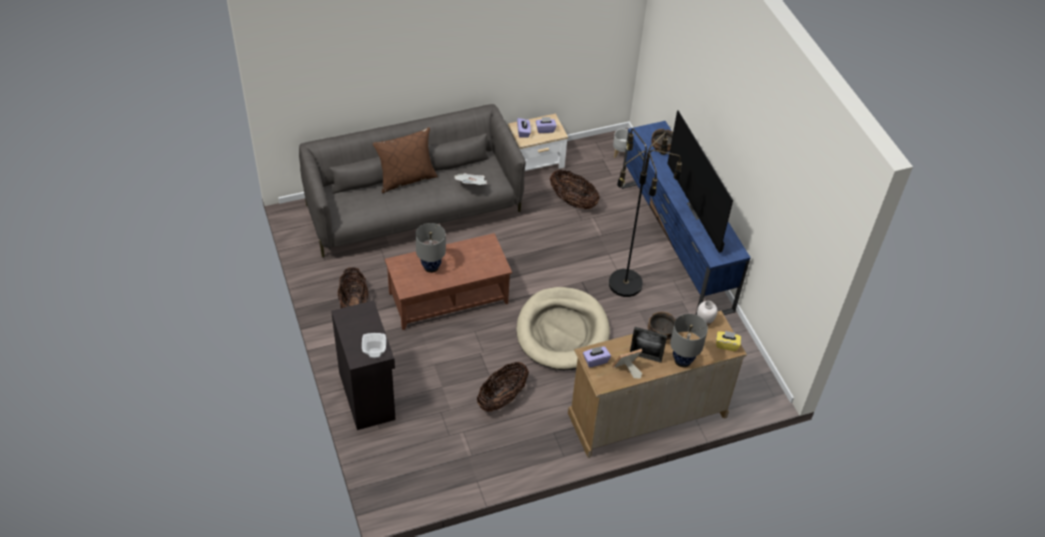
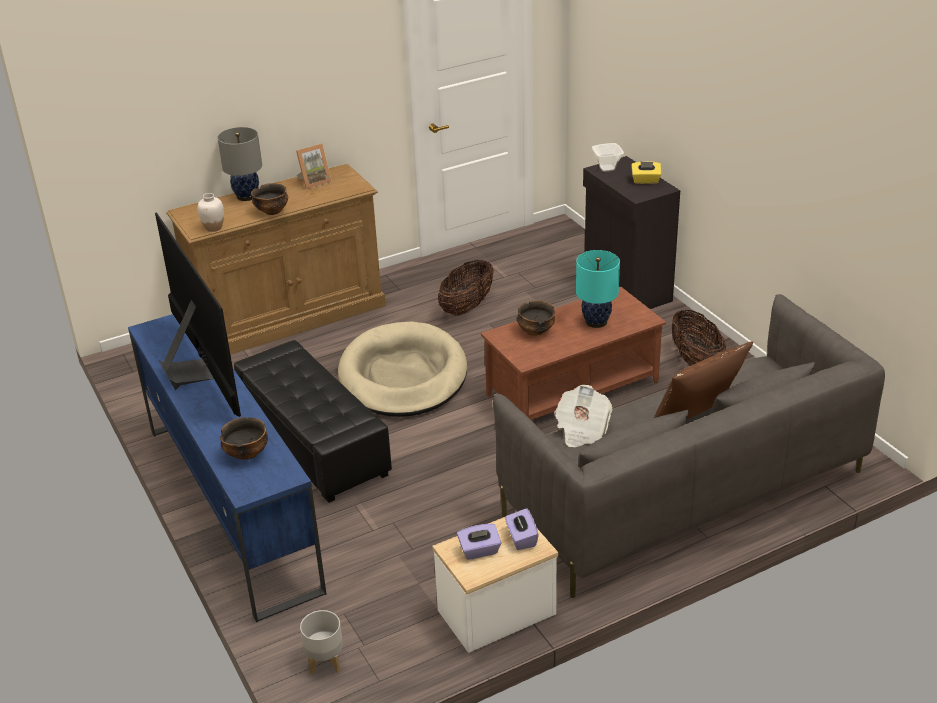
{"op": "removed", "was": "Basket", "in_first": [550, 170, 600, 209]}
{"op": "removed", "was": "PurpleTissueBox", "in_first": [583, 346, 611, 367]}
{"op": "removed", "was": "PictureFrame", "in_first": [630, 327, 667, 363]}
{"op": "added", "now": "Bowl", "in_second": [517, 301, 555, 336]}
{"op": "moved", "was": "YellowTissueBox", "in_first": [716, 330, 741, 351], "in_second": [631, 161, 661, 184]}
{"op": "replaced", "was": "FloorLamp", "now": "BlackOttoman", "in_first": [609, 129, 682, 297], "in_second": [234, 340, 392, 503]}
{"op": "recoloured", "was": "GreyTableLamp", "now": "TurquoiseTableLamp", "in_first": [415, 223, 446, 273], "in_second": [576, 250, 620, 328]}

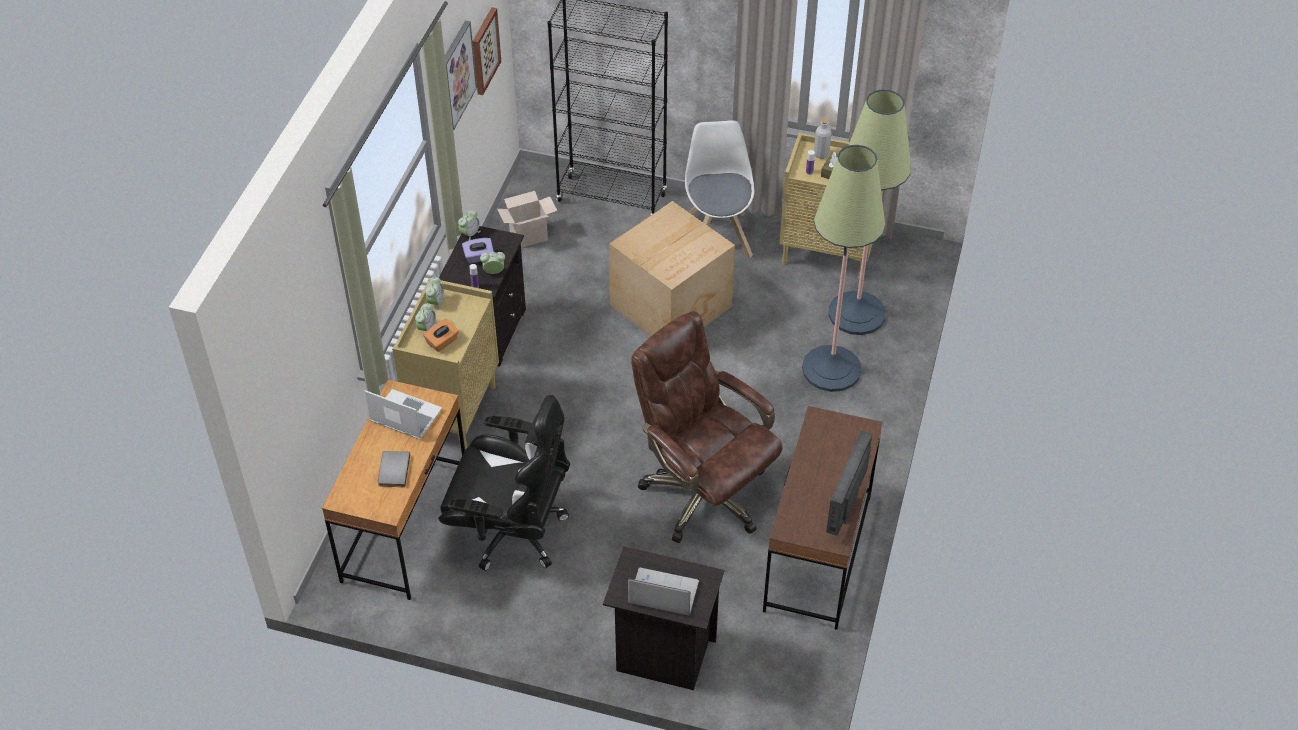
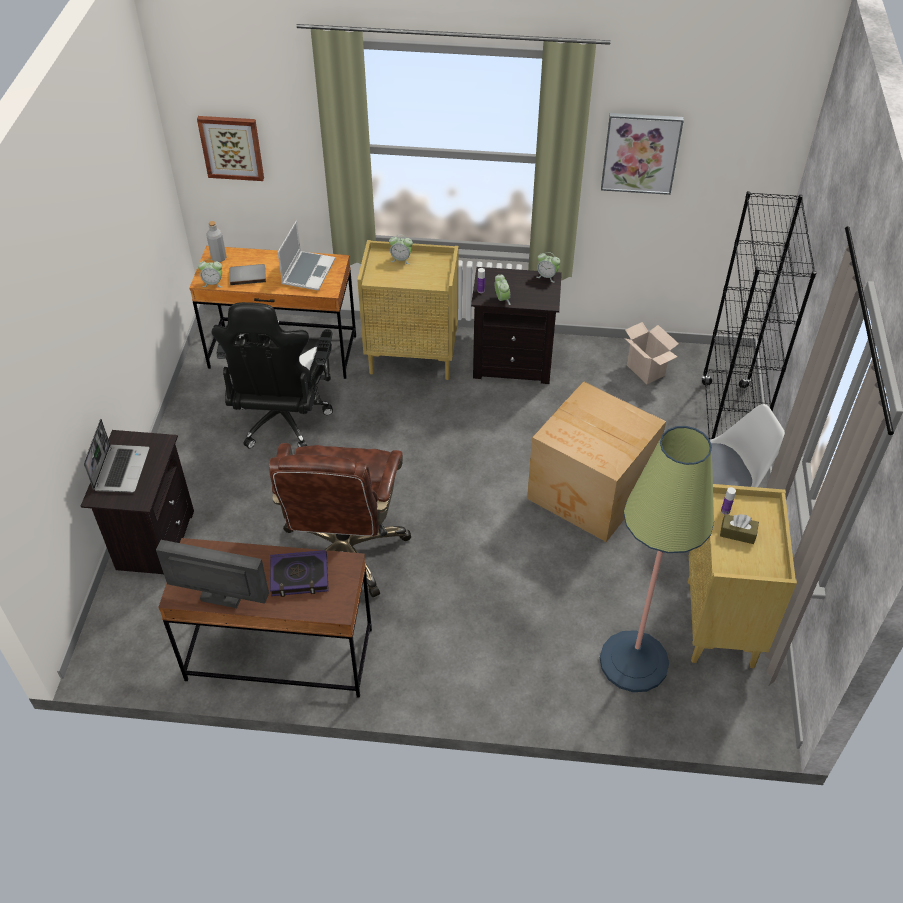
{"op": "removed", "was": "OrangeTissueBox", "in_first": [423, 319, 459, 352]}
{"op": "removed", "was": "PurpleTissueBox", "in_first": [462, 238, 494, 263]}
{"op": "removed", "was": "FloorLamp", "in_first": [802, 145, 885, 392]}
{"op": "added", "now": "Book", "in_second": [270, 550, 329, 597]}
{"op": "moved", "was": "AlarmClock", "in_first": [426, 276, 445, 311], "in_second": [198, 259, 222, 288]}
{"op": "moved", "was": "Picture", "in_first": [473, 7, 501, 95], "in_second": [197, 116, 264, 181]}
{"op": "moved", "was": "GreyBottle", "in_first": [814, 119, 832, 159], "in_second": [206, 221, 226, 262]}
{"op": "turned", "was": "BrownOfficeChair", "in_first": [631, 311, 783, 543], "in_second": [269, 443, 411, 597], "clockwise": 150}

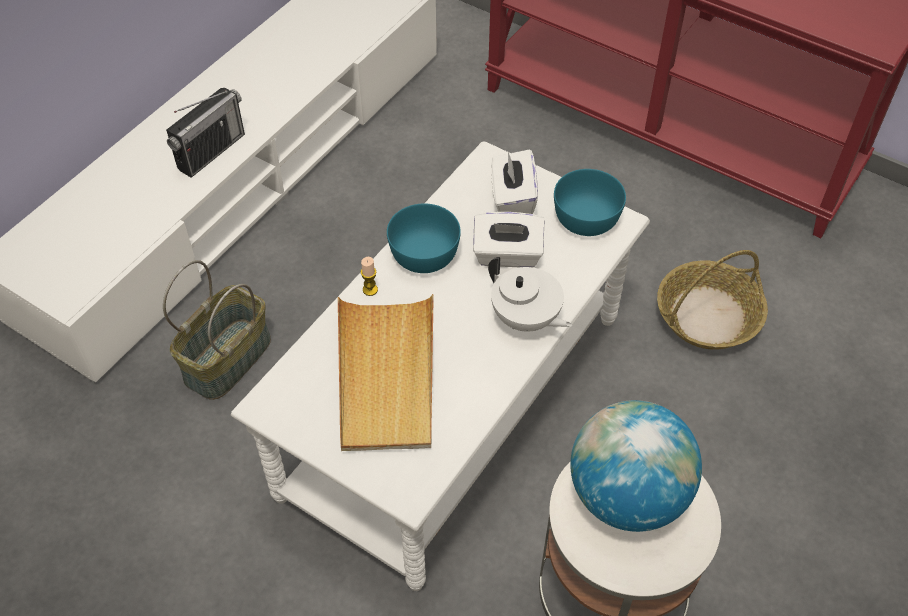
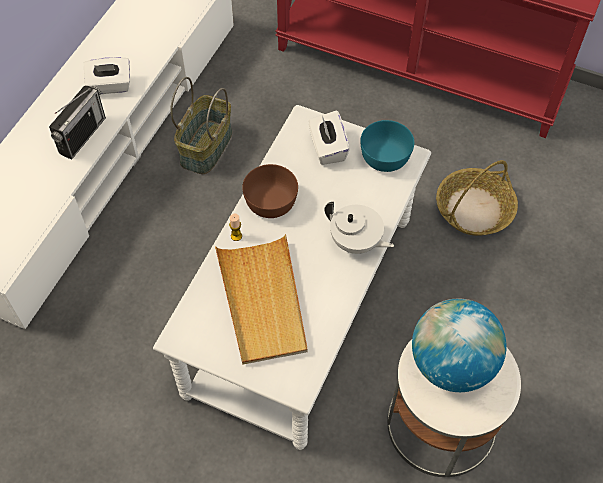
{"op": "moved", "was": "Basket", "in_first": [163, 260, 271, 400], "in_second": [170, 77, 232, 174]}
{"op": "moved", "was": "WhiteTissueBox", "in_first": [473, 212, 544, 267], "in_second": [84, 57, 130, 94]}
{"op": "recoloured", "was": "TurquoiseBowl", "now": "BrownBowl", "in_first": [387, 204, 461, 273], "in_second": [242, 164, 298, 218]}

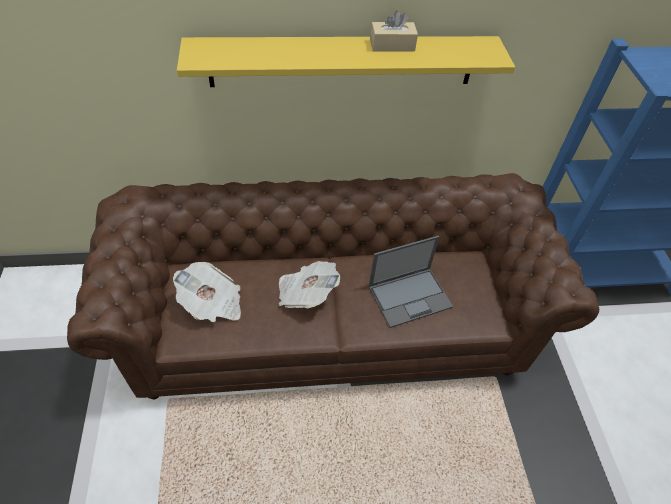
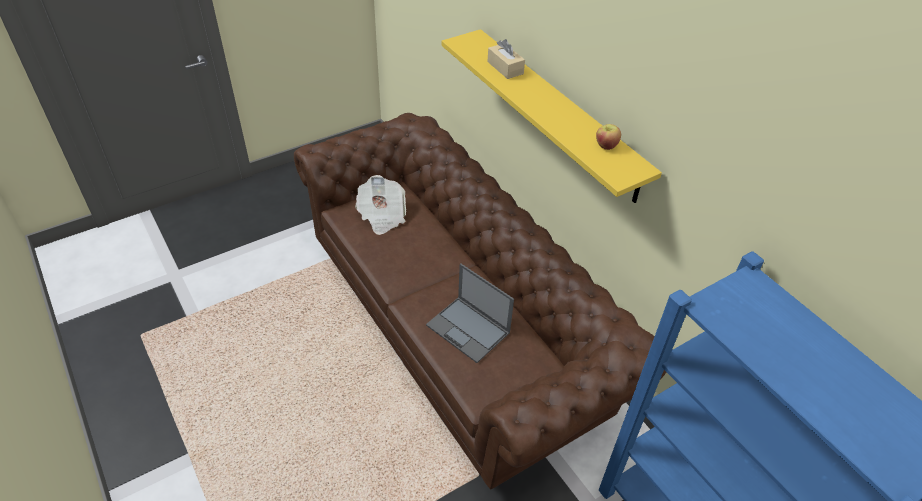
{"op": "removed", "was": "Newspaper", "in_first": [278, 261, 340, 308]}
{"op": "added", "now": "Apple", "in_second": [596, 124, 621, 150]}
{"op": "moved", "was": "BeigeTissueBox", "in_first": [370, 11, 418, 52], "in_second": [487, 39, 525, 79]}

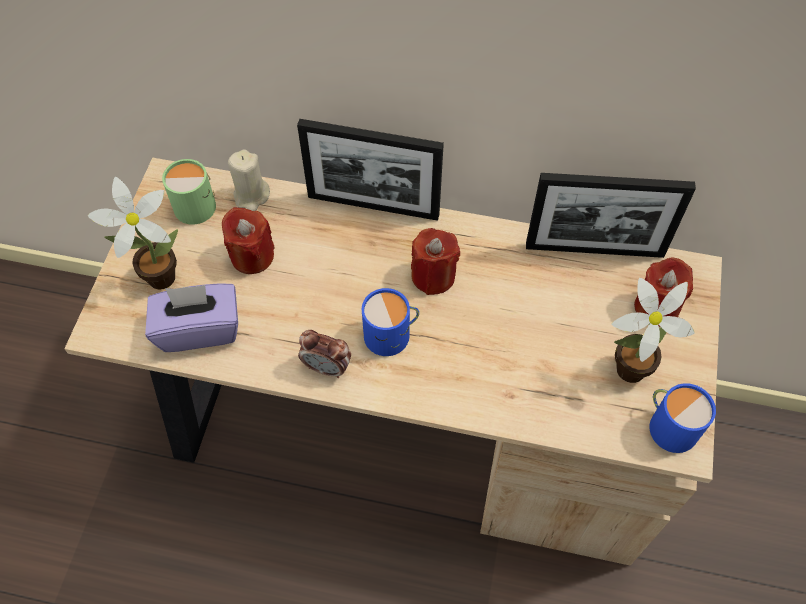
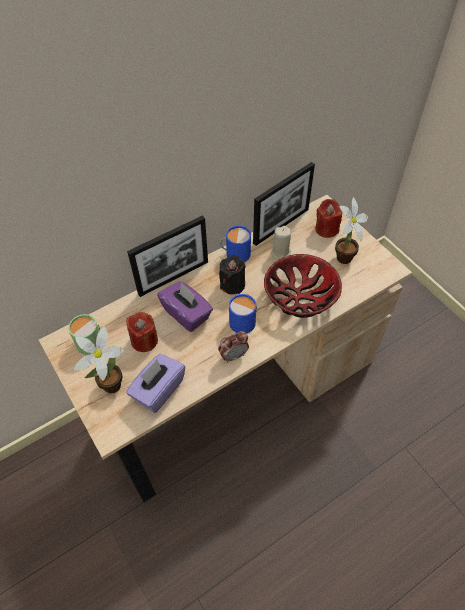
{"op": "added", "now": "PurpleTissueBox", "in_second": [157, 281, 213, 332]}
{"op": "added", "now": "Bowl", "in_second": [264, 254, 342, 318]}
{"op": "moved", "was": "BeigeCandle", "in_first": [228, 149, 270, 211], "in_second": [271, 226, 291, 260]}
{"op": "moved", "was": "BlueMug", "in_first": [650, 383, 716, 453], "in_second": [220, 225, 251, 262]}
{"op": "recoloured", "was": "RedCandle", "now": "BlackCandle", "in_first": [411, 228, 460, 295], "in_second": [219, 255, 245, 294]}

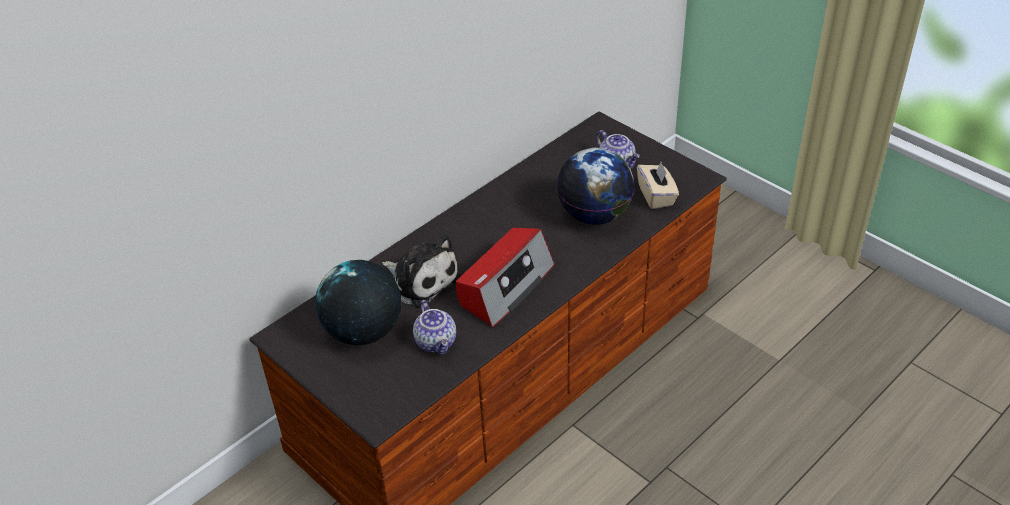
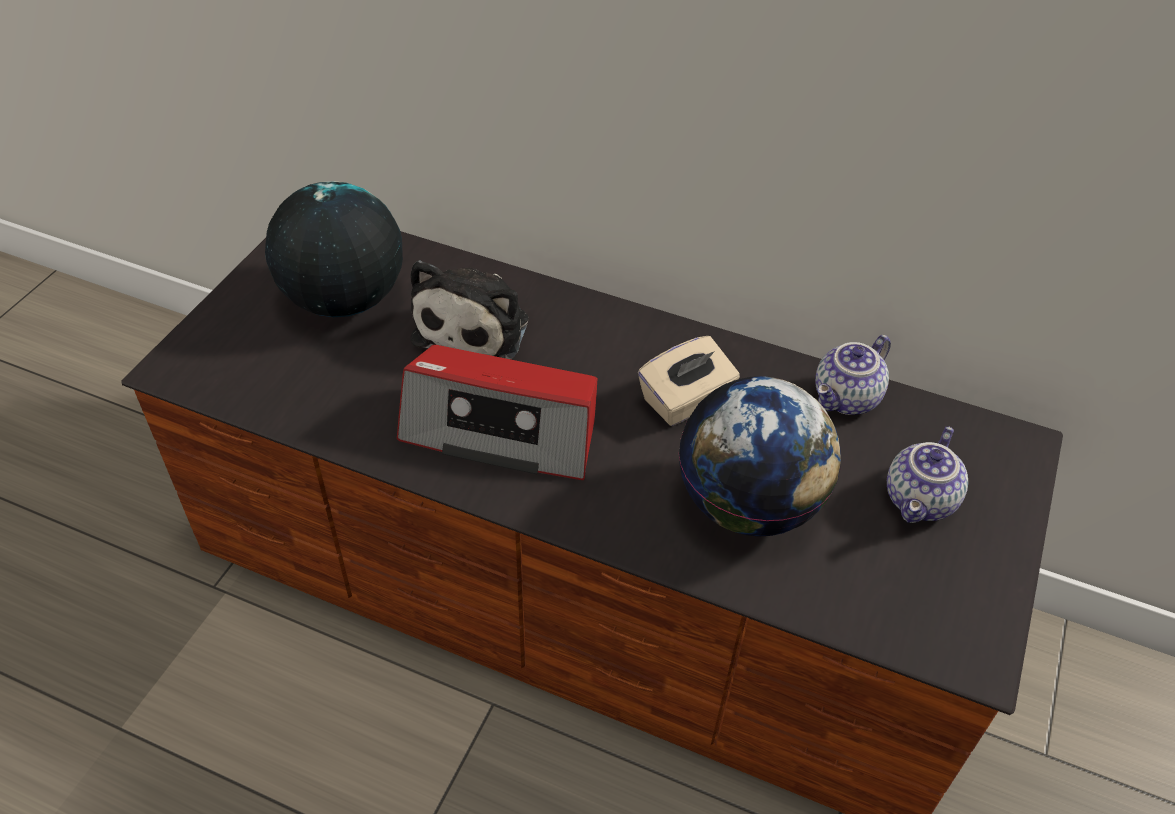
{"op": "moved", "was": "Teapot", "in_first": [413, 300, 456, 354], "in_second": [815, 335, 891, 415]}
{"op": "moved", "was": "BeigeTissueBox", "in_first": [637, 162, 679, 209], "in_second": [638, 336, 740, 426]}

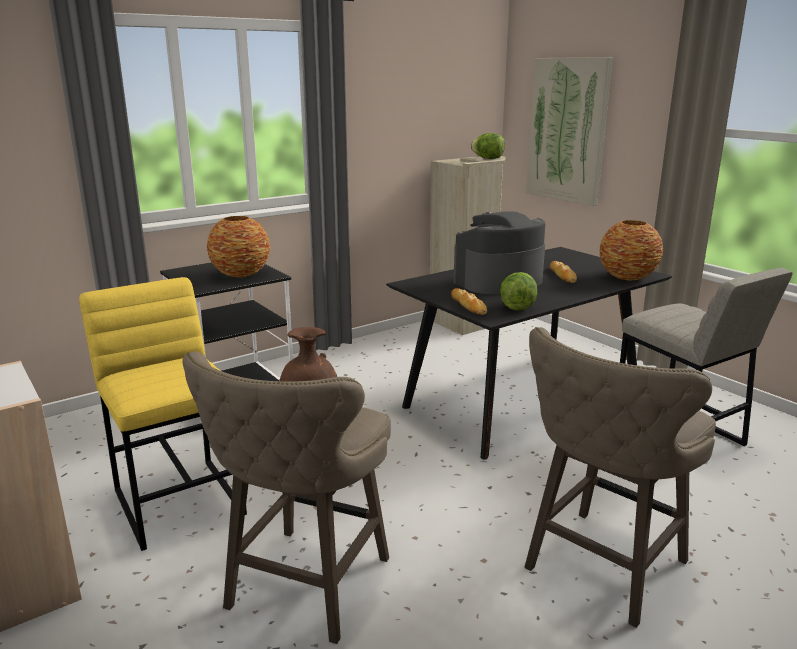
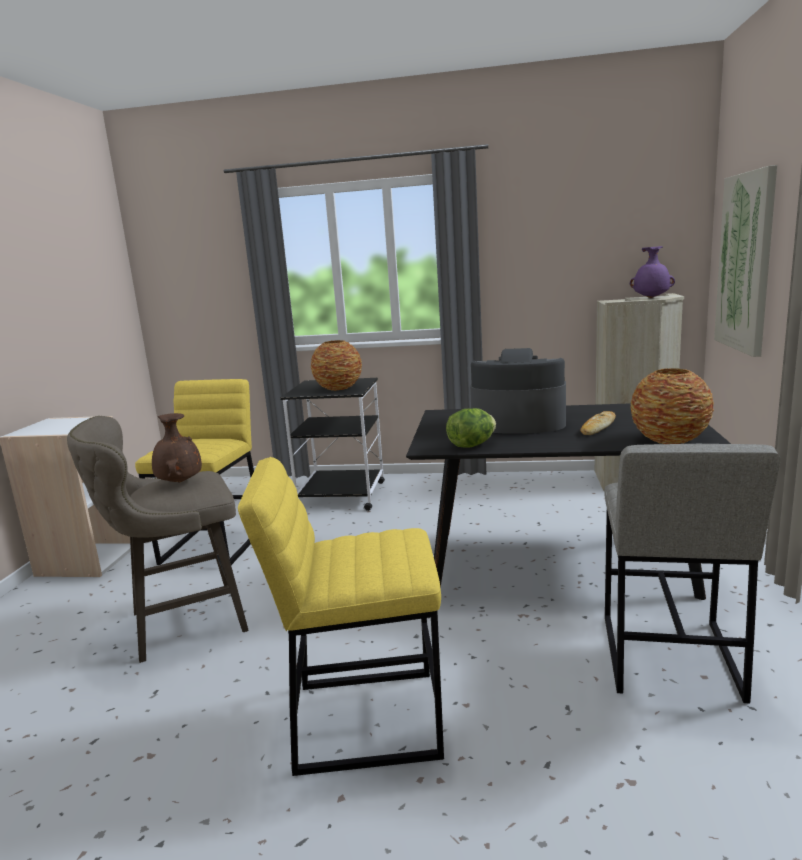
{"op": "removed", "was": "Bread", "in_first": [451, 288, 487, 315]}
{"op": "replaced", "was": "Lettuce", "now": "PurpleVase", "in_first": [471, 133, 505, 159], "in_second": [630, 246, 675, 298]}
{"op": "replaced", "was": "BeigeStool", "now": "YellowChair", "in_first": [524, 327, 716, 628], "in_second": [238, 457, 444, 776]}

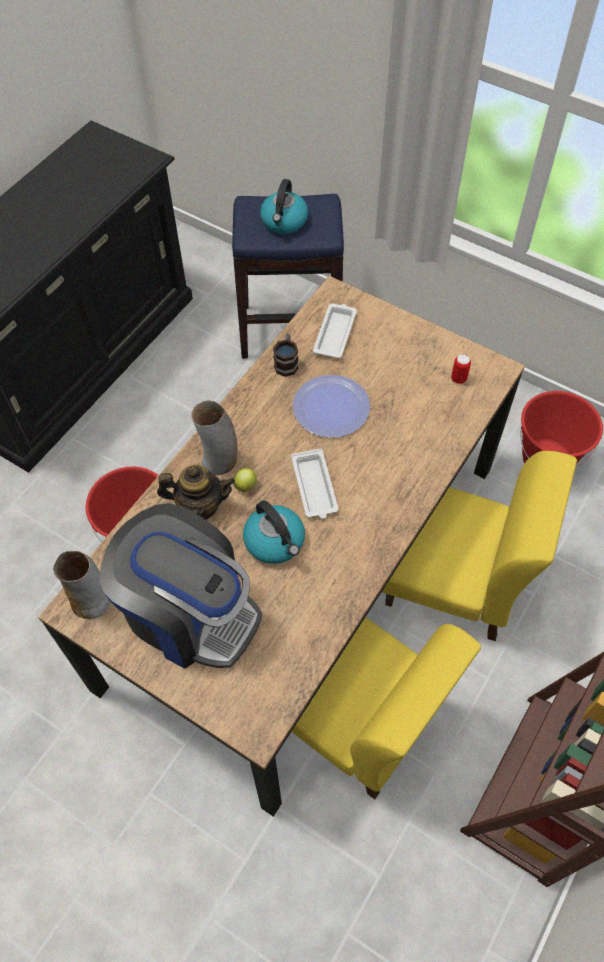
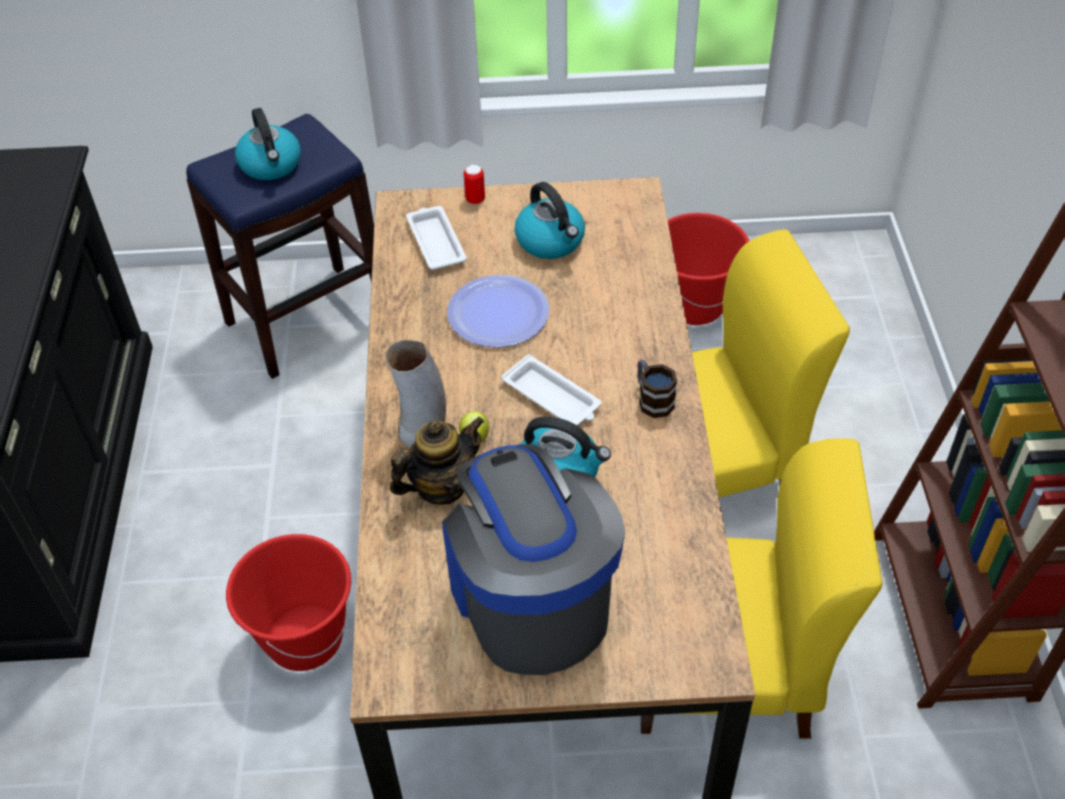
{"op": "removed", "was": "Vase", "in_first": [53, 551, 110, 619]}
{"op": "added", "now": "Kettle", "in_second": [514, 182, 585, 259]}
{"op": "moved", "was": "Mug", "in_first": [273, 334, 299, 377], "in_second": [638, 359, 677, 418]}
{"op": "moved", "was": "Can", "in_first": [451, 354, 471, 384], "in_second": [464, 165, 485, 205]}
{"op": "turned", "was": "CoffeeMachine", "in_first": [100, 503, 262, 669], "in_second": [442, 444, 625, 675], "clockwise": -105}

